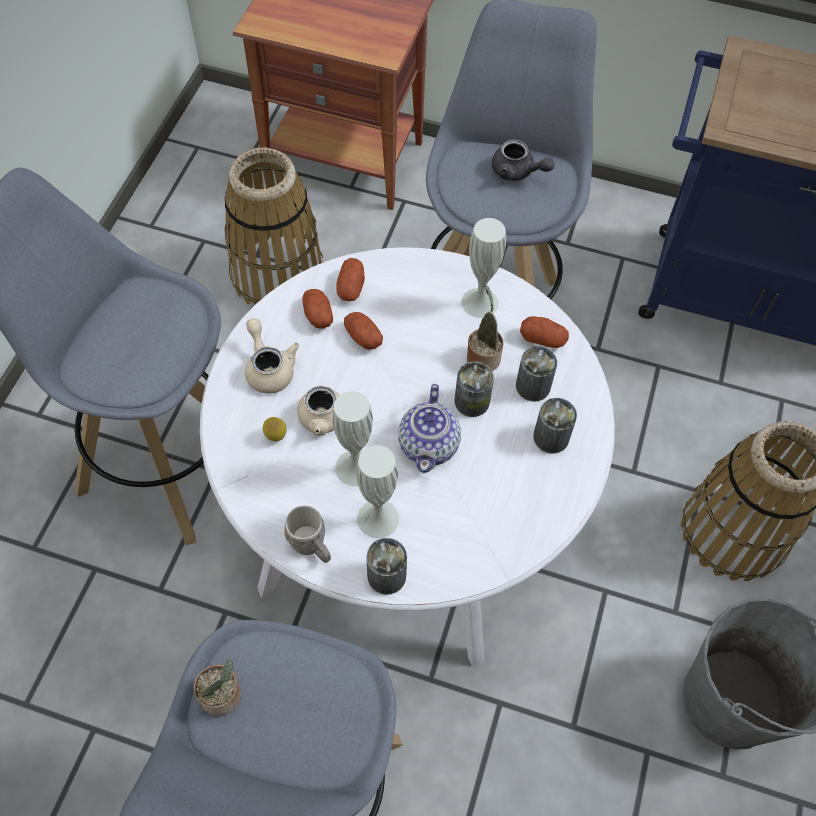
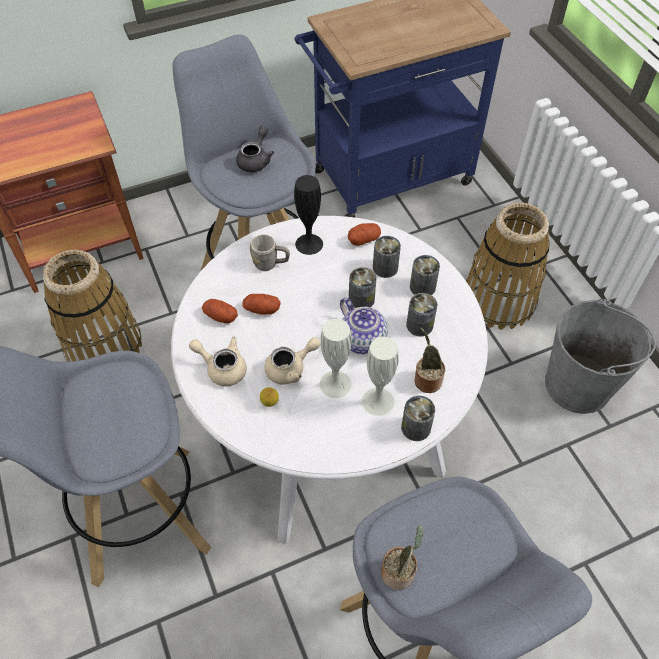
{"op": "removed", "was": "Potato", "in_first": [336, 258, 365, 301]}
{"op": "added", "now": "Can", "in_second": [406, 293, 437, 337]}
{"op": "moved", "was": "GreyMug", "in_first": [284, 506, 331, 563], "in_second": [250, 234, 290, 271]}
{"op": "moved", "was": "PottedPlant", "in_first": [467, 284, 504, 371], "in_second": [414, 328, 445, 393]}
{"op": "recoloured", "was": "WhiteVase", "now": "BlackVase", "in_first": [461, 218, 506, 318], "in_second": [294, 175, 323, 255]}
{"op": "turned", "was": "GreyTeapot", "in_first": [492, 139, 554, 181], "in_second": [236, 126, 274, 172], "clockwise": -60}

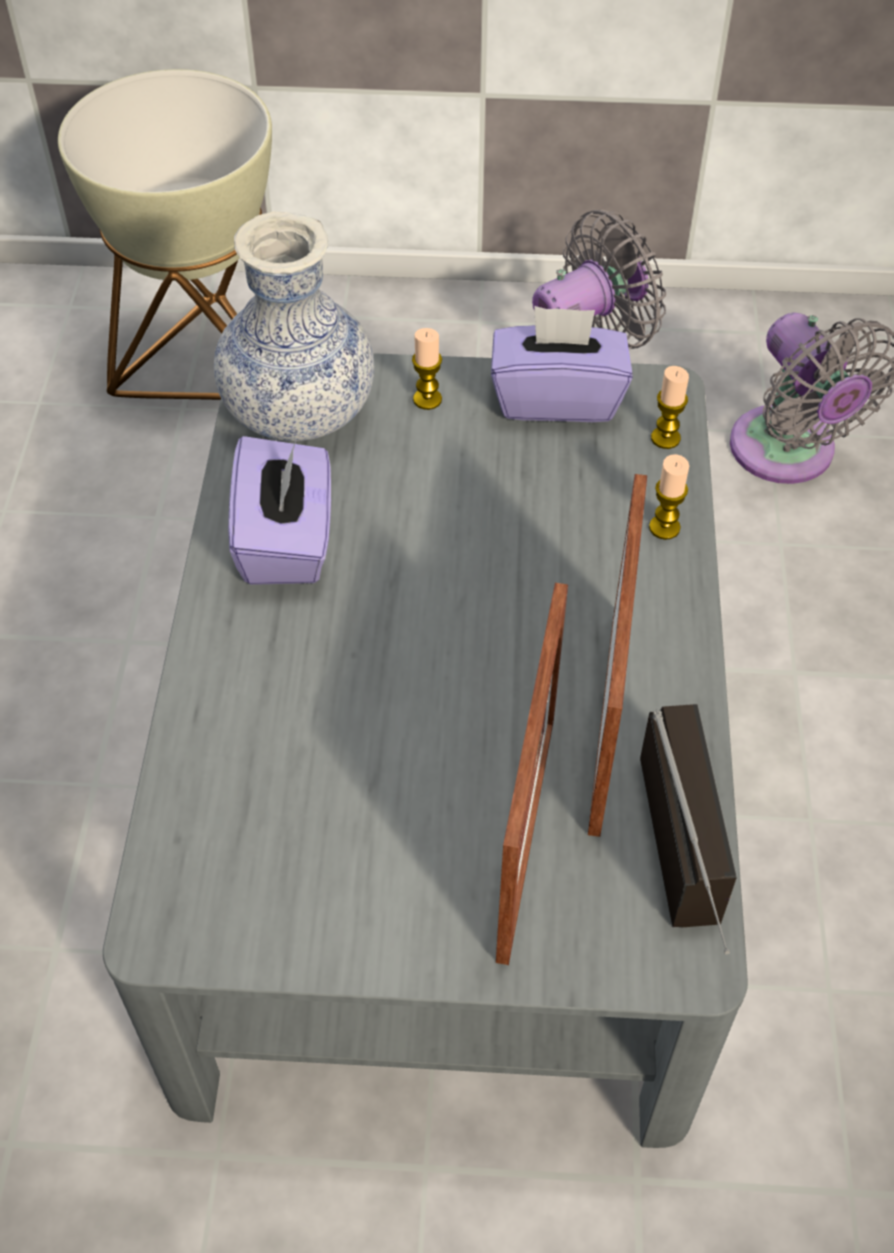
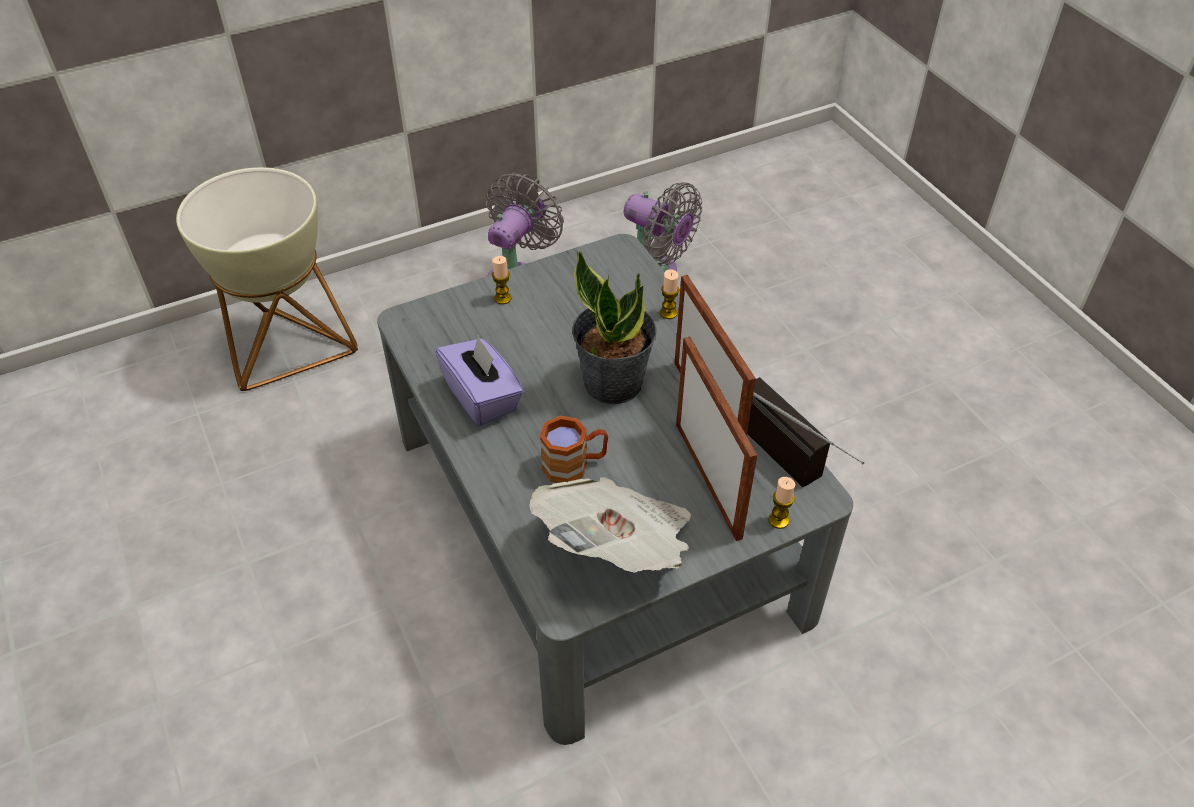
{"op": "removed", "was": "Vase", "in_first": [214, 211, 374, 441]}
{"op": "removed", "was": "PurpleTissueBox", "in_first": [491, 306, 633, 422]}
{"op": "added", "now": "Newspaper", "in_second": [529, 477, 691, 573]}
{"op": "added", "now": "BrownMug", "in_second": [540, 416, 608, 483]}
{"op": "added", "now": "PottedPlant", "in_second": [572, 251, 657, 404]}
{"op": "moved", "was": "Candle", "in_first": [651, 366, 689, 449], "in_second": [768, 477, 795, 529]}

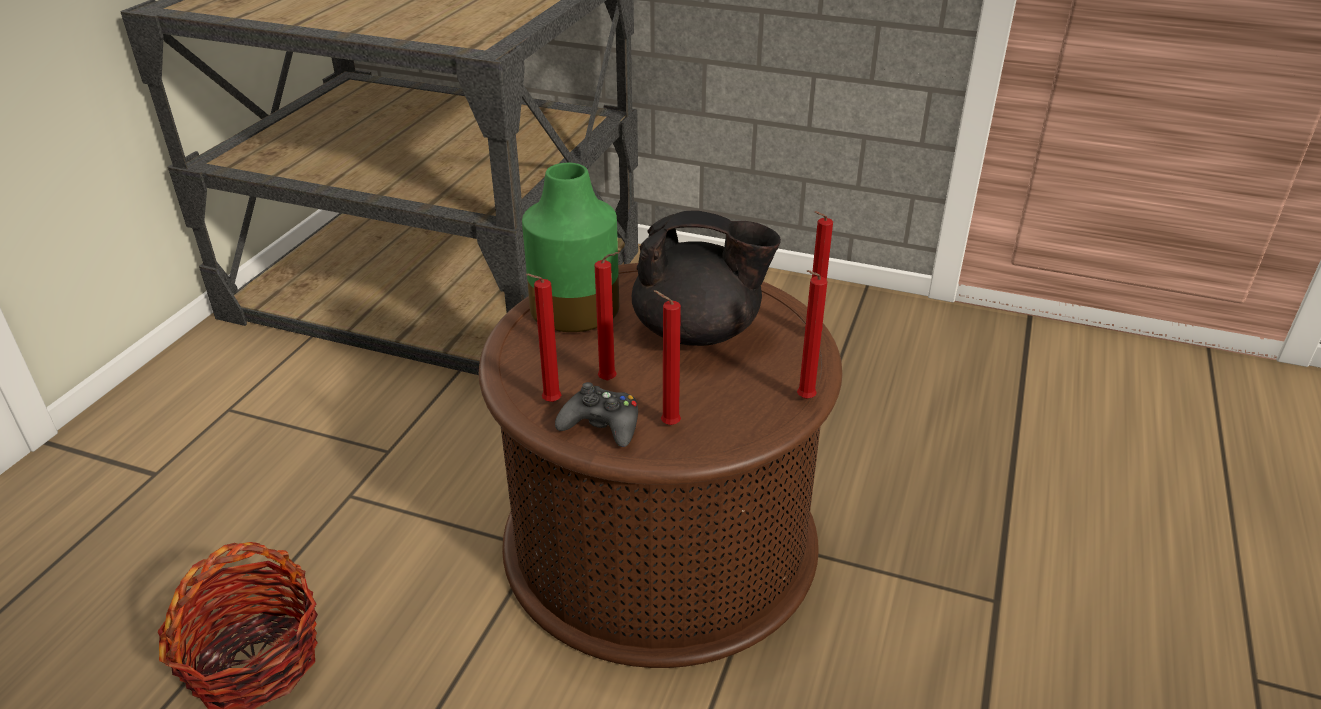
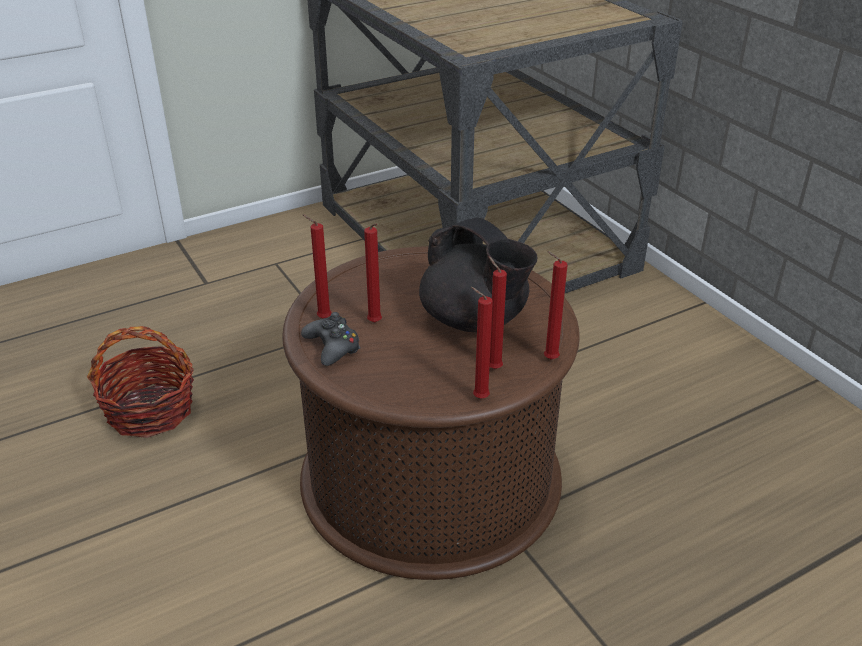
{"op": "removed", "was": "GreenVase", "in_first": [522, 163, 619, 332]}
{"op": "moved", "was": "RedCandle", "in_first": [653, 290, 681, 425], "in_second": [488, 256, 507, 369]}

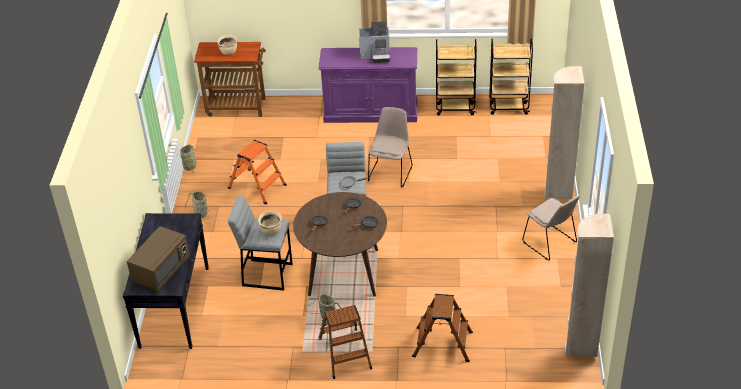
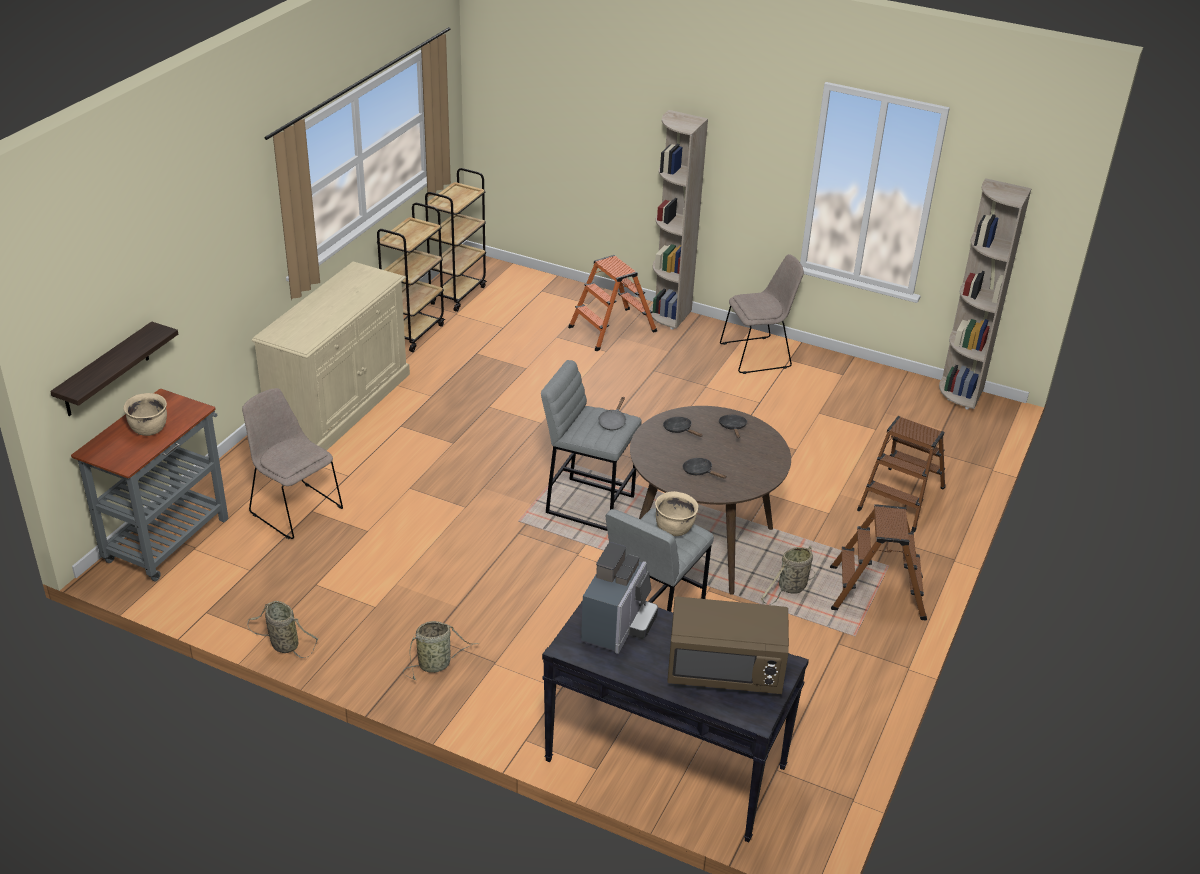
{"op": "added", "now": "Shelf", "in_second": [50, 322, 178, 416]}
{"op": "moved", "was": "OrangeStepLadder", "in_first": [228, 140, 287, 205], "in_second": [568, 255, 657, 351]}
{"op": "moved", "was": "CoffeeMachine", "in_first": [359, 21, 390, 63], "in_second": [581, 542, 658, 654]}
{"op": "moved", "was": "BeigeChair", "in_first": [368, 107, 412, 187], "in_second": [242, 388, 343, 539]}
{"op": "recoloured", "was": "BrownCart", "now": "GreyCart", "in_first": [194, 42, 266, 117], "in_second": [71, 389, 229, 581]}
{"op": "recoloured", "was": "PurpleCabinet", "now": "BeigeCabinet", "in_first": [318, 47, 417, 123], "in_second": [252, 262, 410, 450]}
{"op": "turned", "was": "BrownMicrowave", "in_first": [127, 226, 190, 292], "in_second": [667, 596, 789, 694], "clockwise": 135}

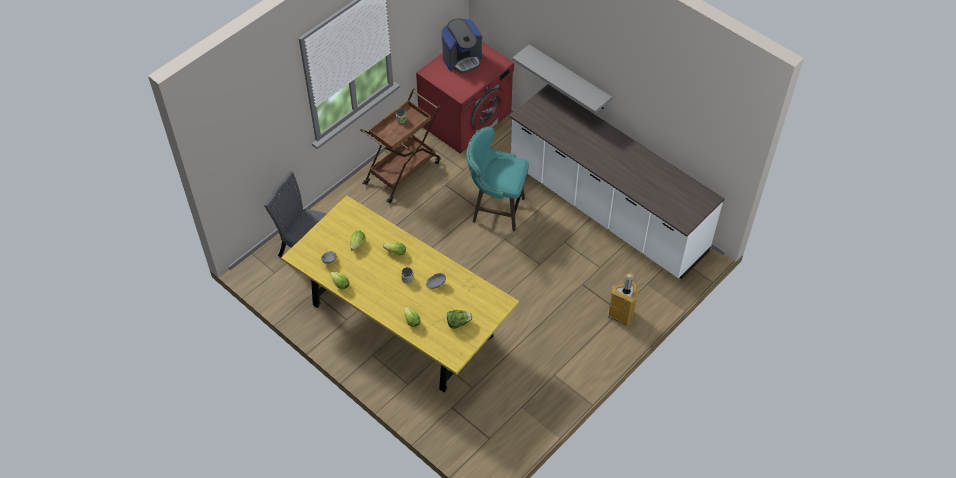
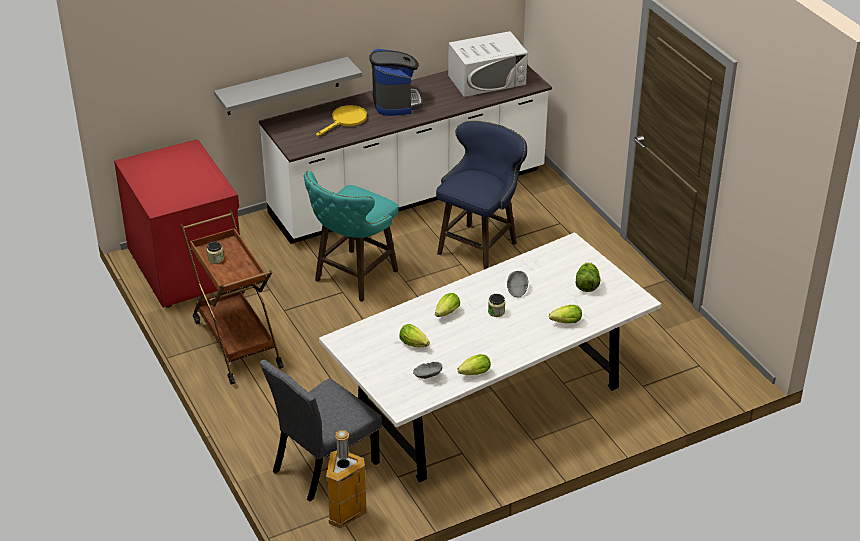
{"op": "added", "now": "YellowFryingPan", "in_second": [316, 105, 367, 136]}
{"op": "added", "now": "BlueStool", "in_second": [436, 121, 527, 270]}
{"op": "added", "now": "WhiteMicrowave", "in_second": [448, 31, 528, 97]}
{"op": "moved", "was": "CoffeeMachine", "in_first": [442, 18, 482, 73], "in_second": [369, 49, 423, 116]}
{"op": "moved", "was": "TrashCan", "in_first": [608, 272, 638, 326], "in_second": [326, 430, 367, 528]}
{"op": "recoloured", "was": "YellowDiningTable", "now": "WhiteDiningTable", "in_first": [281, 195, 519, 393], "in_second": [319, 232, 661, 483]}

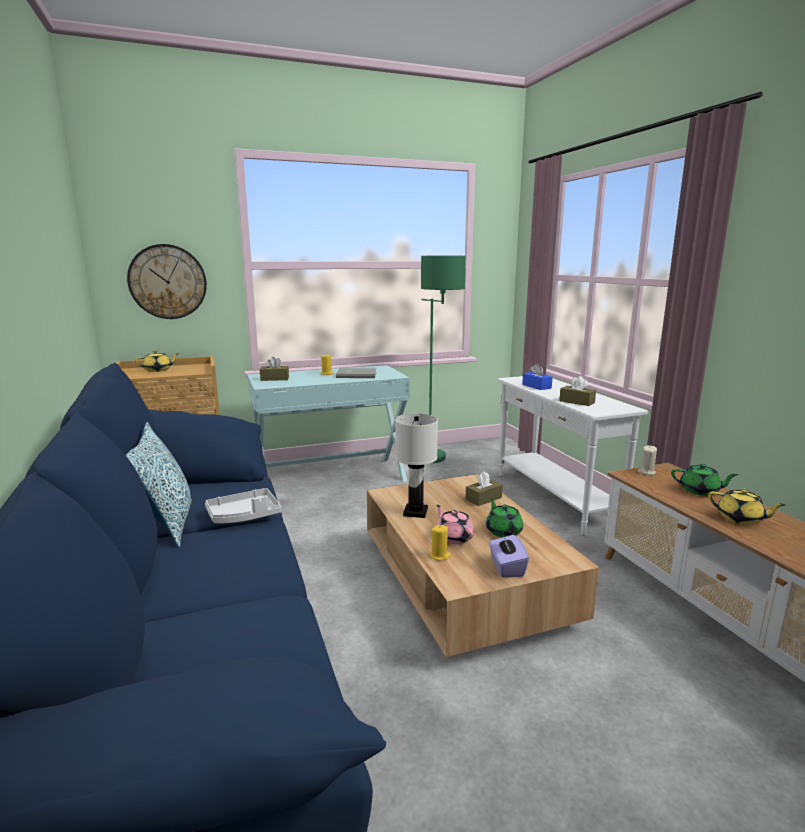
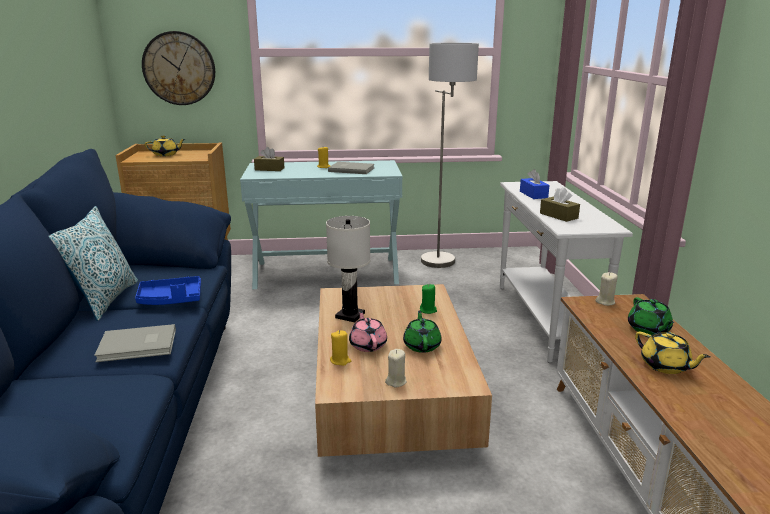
{"op": "added", "now": "GreyBook", "in_second": [94, 324, 176, 362]}
{"op": "replaced", "was": "BrownTissueBox", "now": "GreenCandle", "in_first": [465, 471, 503, 506], "in_second": [420, 284, 437, 314]}
{"op": "replaced", "was": "PurpleTissueBox", "now": "BeigeCandle", "in_first": [489, 532, 529, 578], "in_second": [385, 349, 407, 387]}
{"op": "recoloured", "was": "GreyTray", "now": "BlueTray", "in_first": [205, 488, 282, 523], "in_second": [135, 276, 201, 305]}
{"op": "recoloured", "was": "GreenFloorLamp", "now": "GreyFloorLamp", "in_first": [421, 256, 466, 463], "in_second": [421, 43, 479, 268]}
{"op": "turned", "was": "GreenTeapot", "in_first": [671, 464, 738, 496], "in_second": [628, 297, 674, 335], "clockwise": 45}

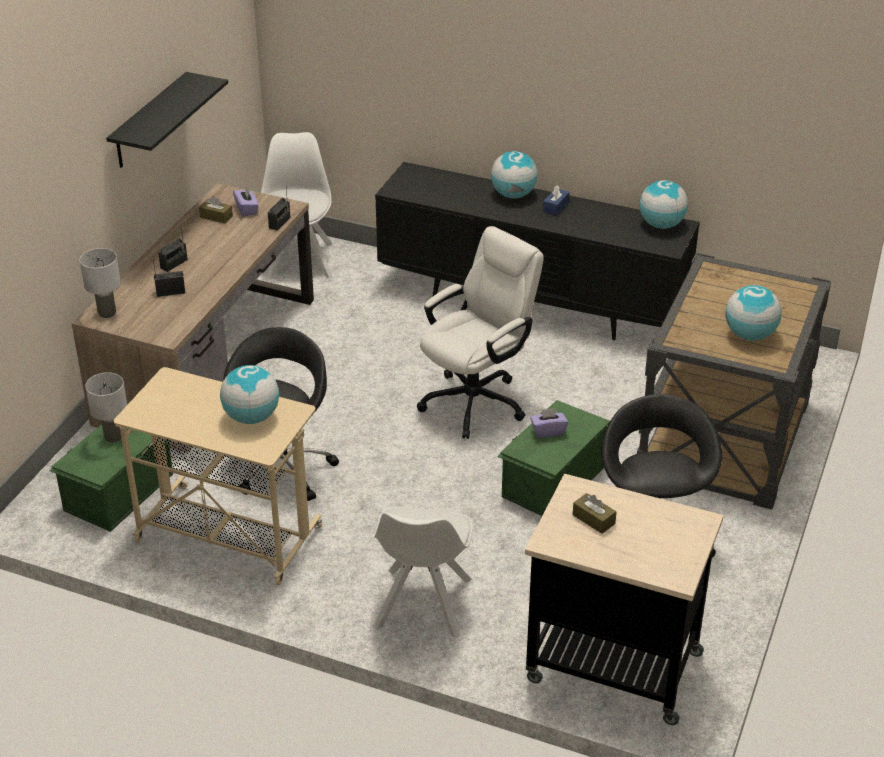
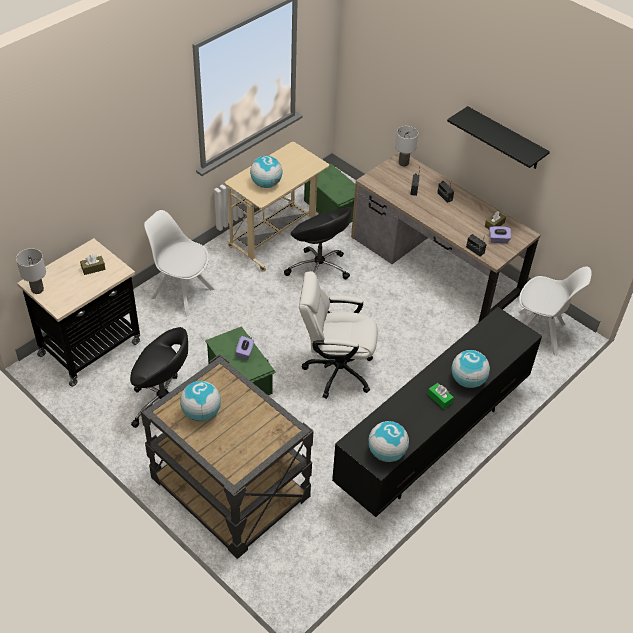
{"op": "moved", "was": "WhiteTableLamp", "in_first": [85, 372, 127, 443], "in_second": [16, 248, 46, 294]}
{"op": "recoloured", "was": "BlueTissueBox", "now": "GreenTissueBox", "in_first": [543, 185, 570, 216], "in_second": [428, 383, 454, 409]}
{"op": "turned", "was": "WhiteOfficeChair", "in_first": [417, 226, 544, 439], "in_second": [299, 271, 378, 399], "clockwise": 120}

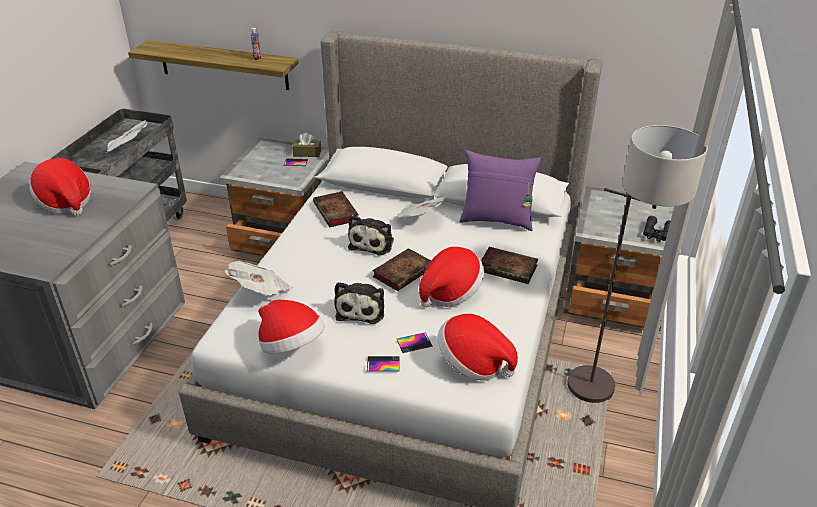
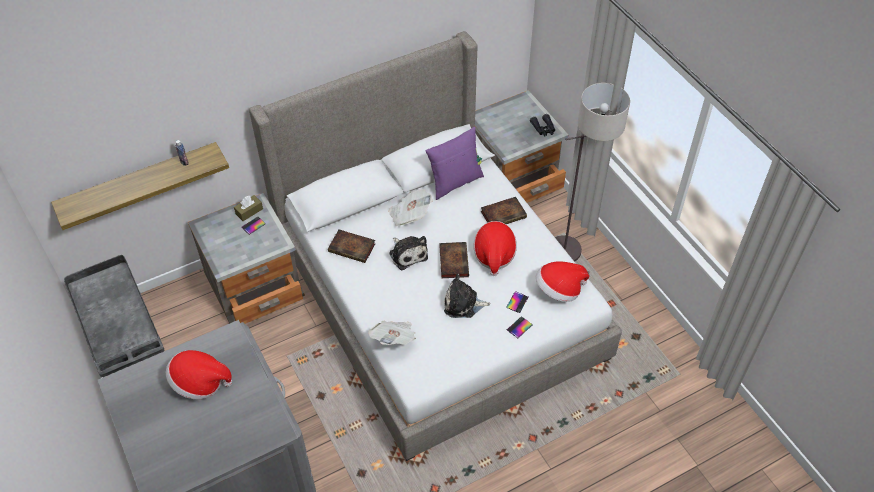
{"op": "removed", "was": "Newspaper", "in_first": [106, 120, 147, 153]}
{"op": "removed", "was": "Hat", "in_first": [258, 300, 325, 354]}
{"op": "turned", "was": "PlushToy", "in_first": [335, 282, 384, 324], "in_second": [444, 274, 491, 318], "clockwise": 135}

